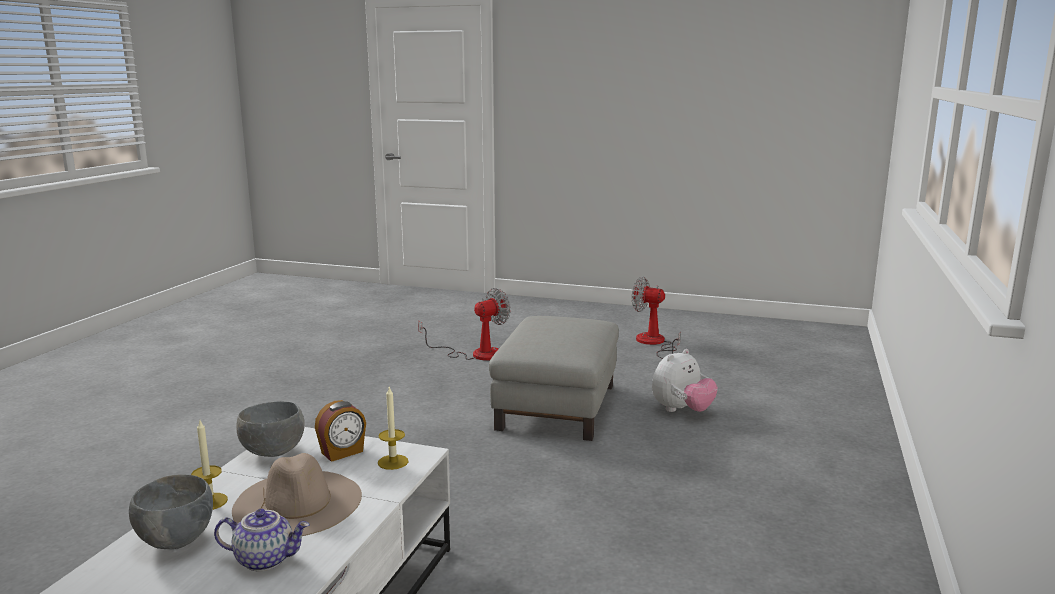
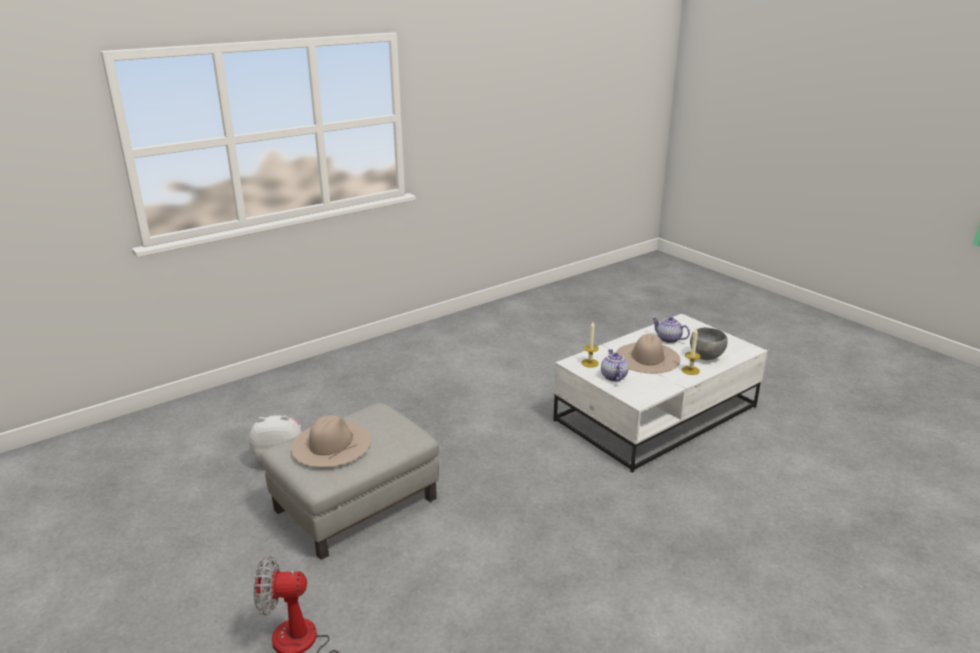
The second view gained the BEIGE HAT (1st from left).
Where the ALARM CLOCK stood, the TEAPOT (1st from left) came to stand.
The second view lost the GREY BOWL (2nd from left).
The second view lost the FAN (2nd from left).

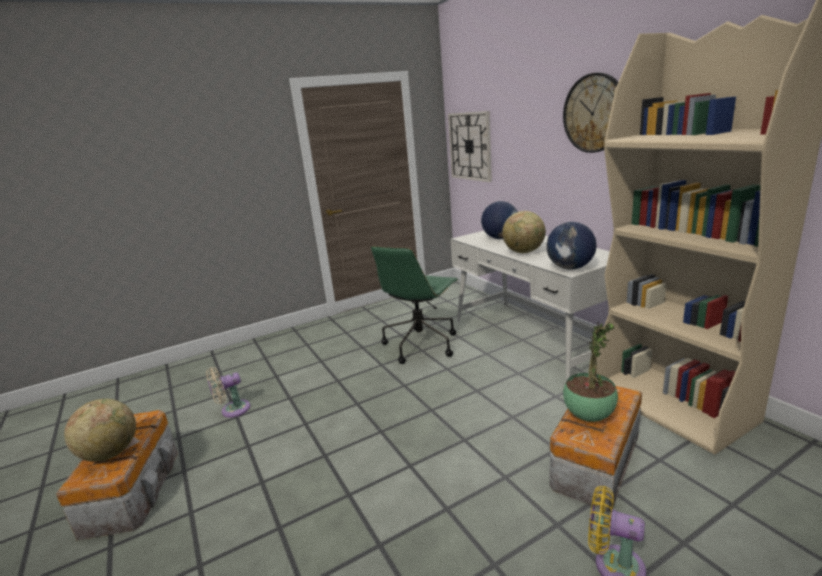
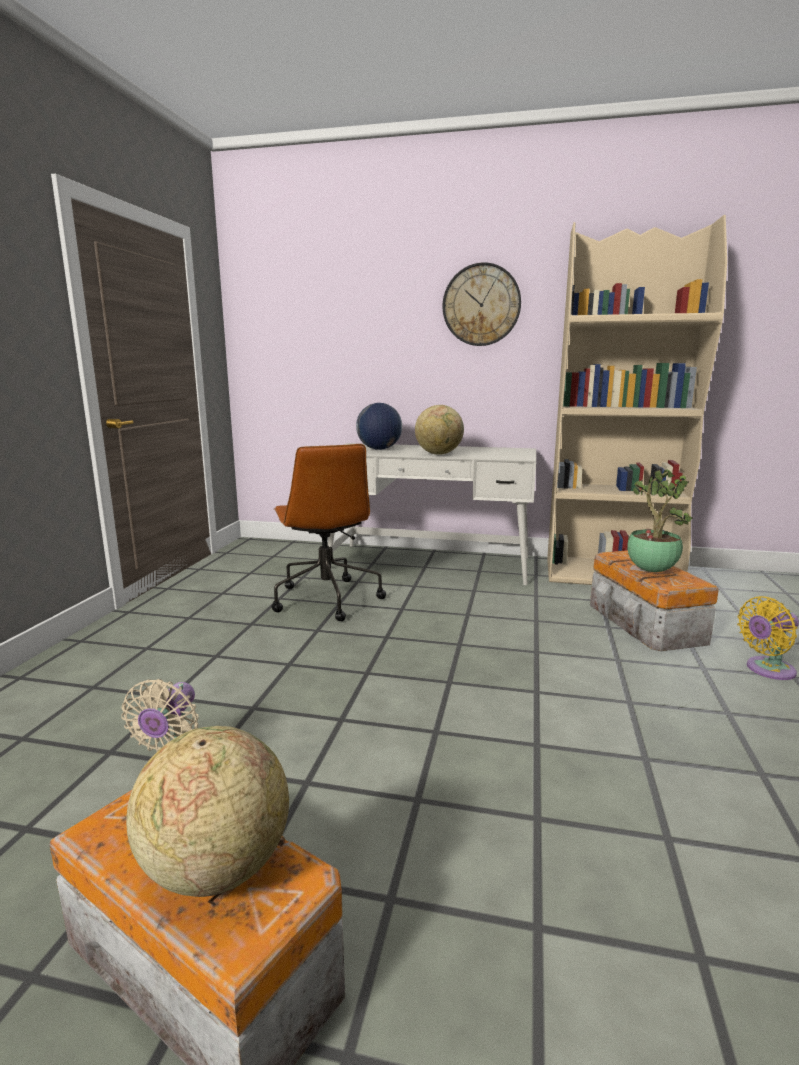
What was the GREEN OFFICE CHAIR turned into the BROWN OFFICE CHAIR.
The second view lost the WALL CLOCK (1st from left).
The second view lost the GLOBE (4th from left).

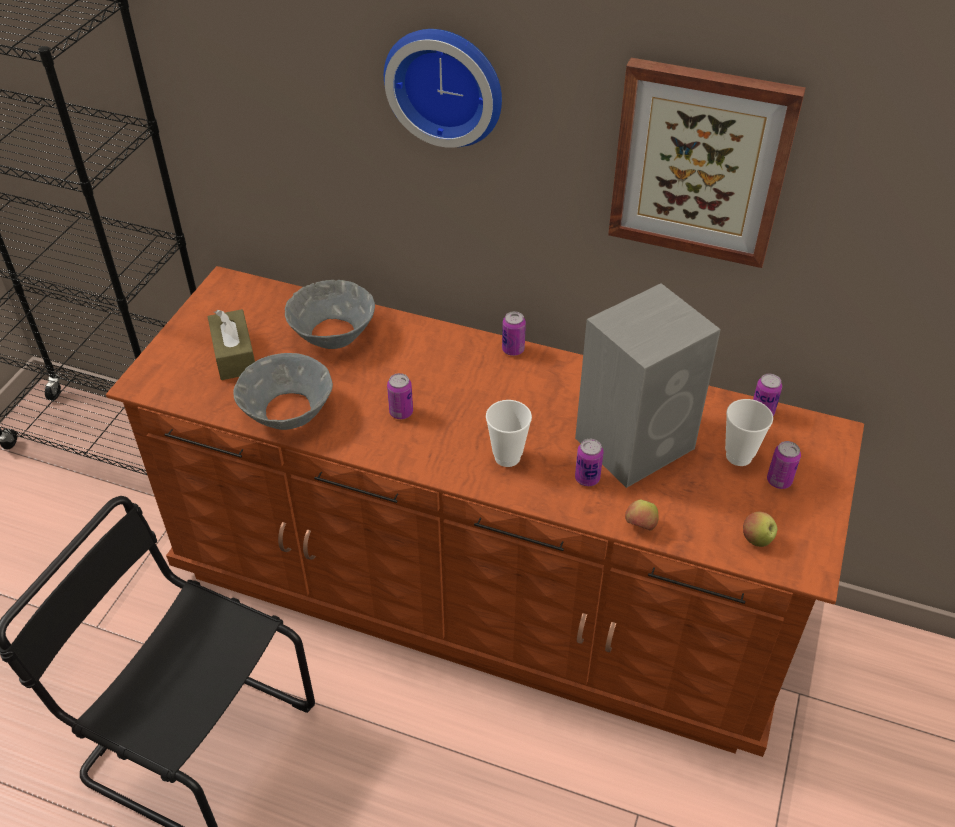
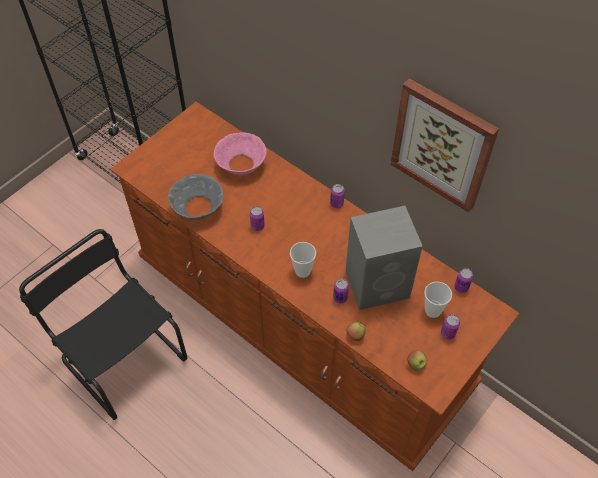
What was the GREY BOWL (2nd from left) turned into the PINK BOWL.
The second view lost the BROWN TISSUE BOX.
The second view lost the WALL CLOCK.

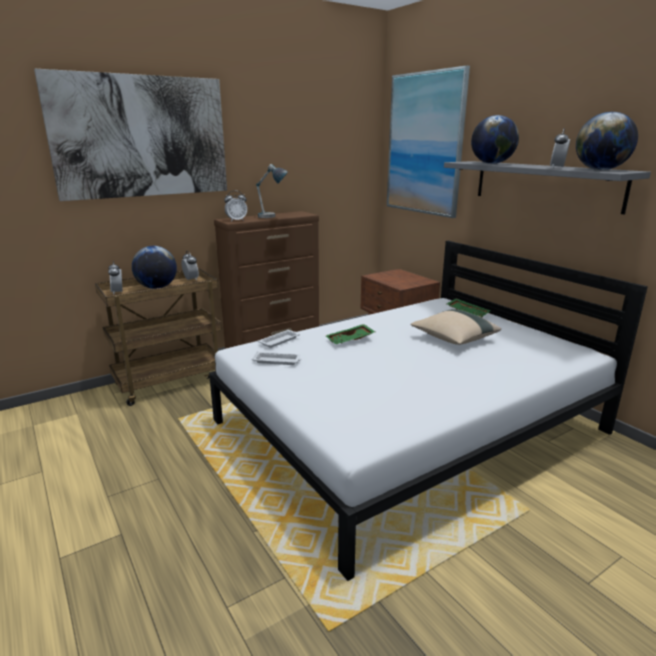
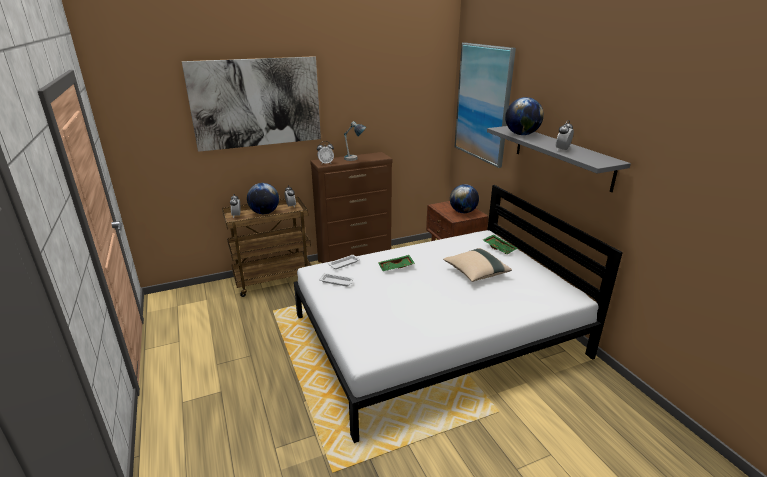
The GLOBE (3rd from left in the first image) ended up elsewhere.

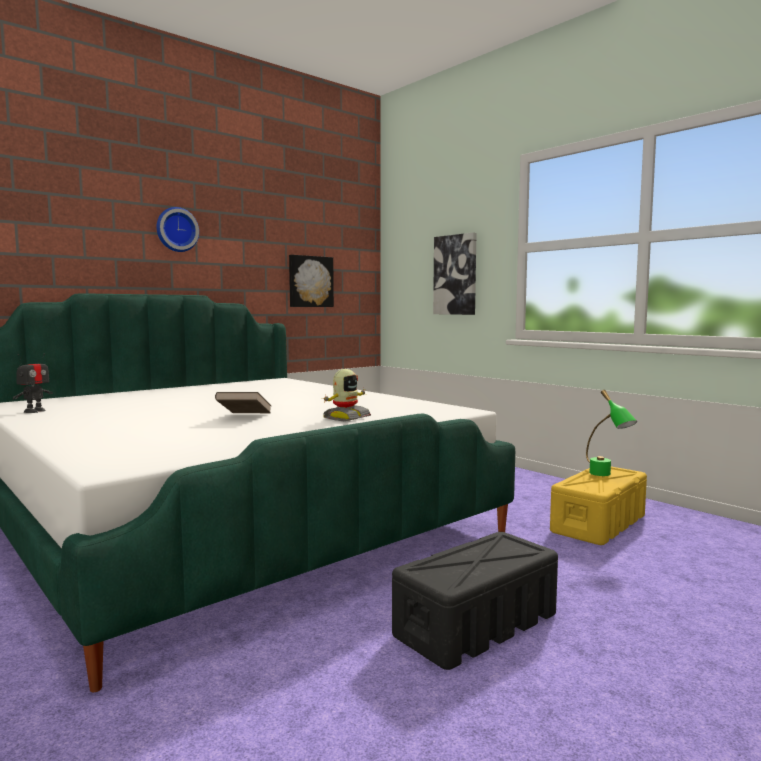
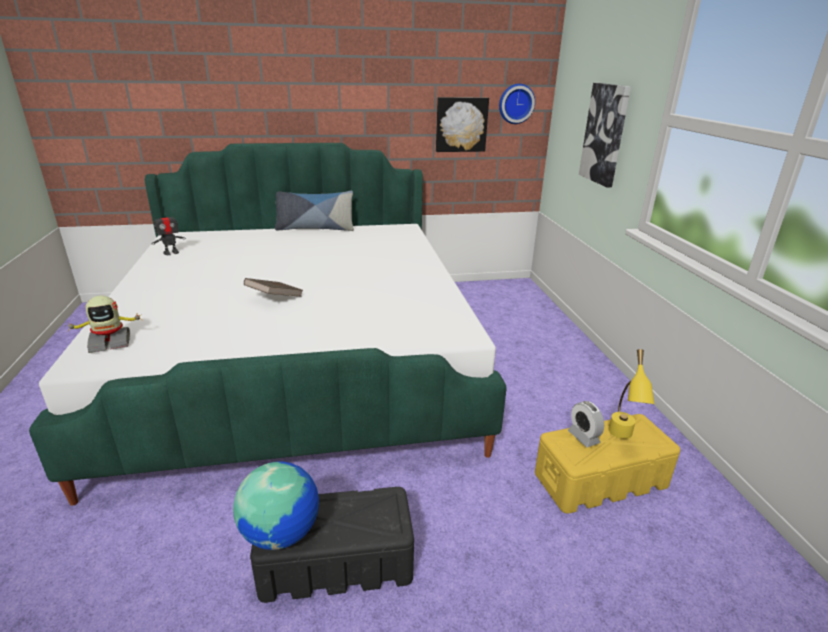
The TOY ROBOT (2nd from left in the first image) ended up elsewhere.
The second view gained the GLOBE.
The second view gained the PILLOW.
The WALL CLOCK ended up elsewhere.
The second view gained the ALARM CLOCK.
What was the GREEN TABLE LAMP turned into the YELLOW TABLE LAMP.

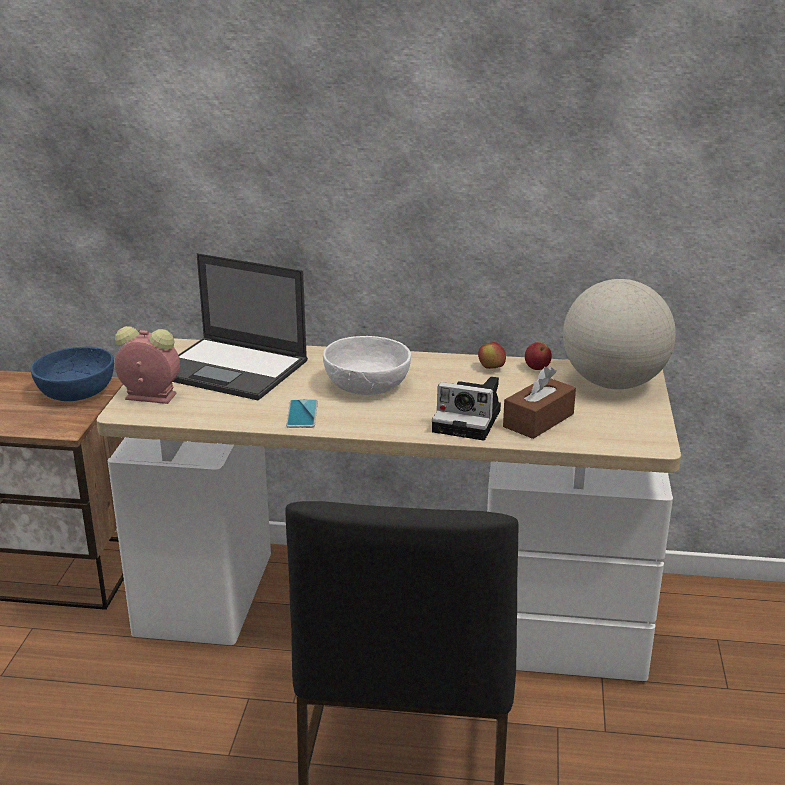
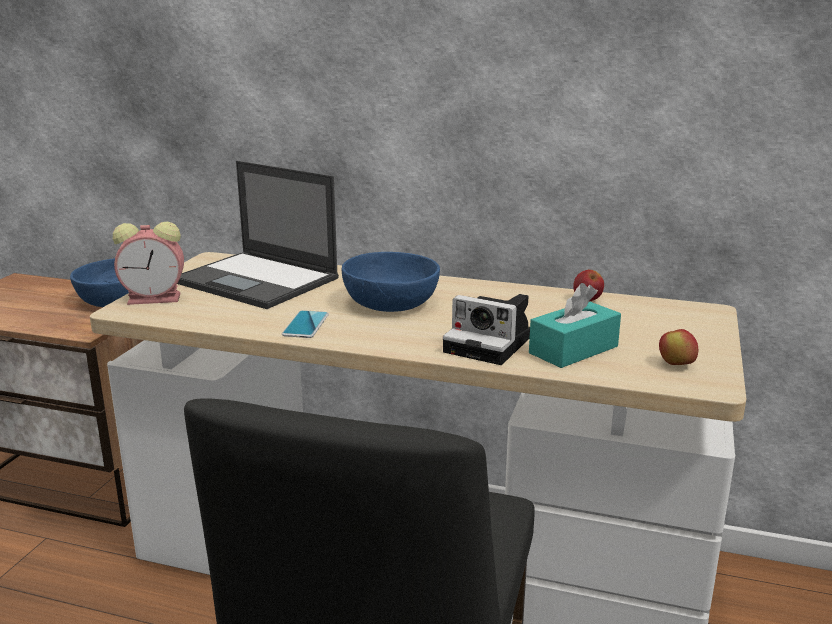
The ALARM CLOCK ended up facing another way, 150 degrees clockwise from before.
What was the WHITE BOWL turned into the BLUE BOWL (2nd from left).
What was the BROWN TISSUE BOX turned into the TURQUOISE TISSUE BOX.
The APPLE (1st from left in the first image) ended up elsewhere.
The second view lost the GLOBE.

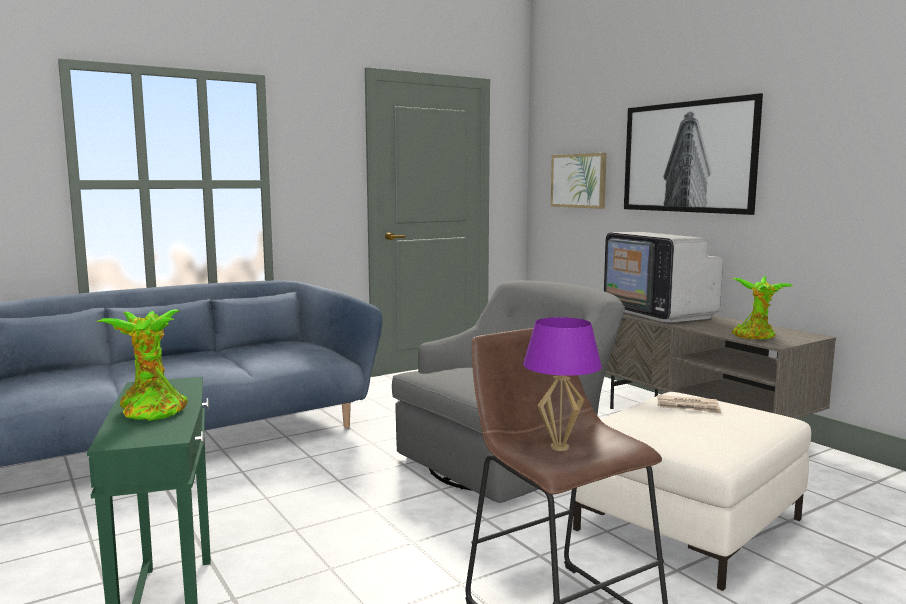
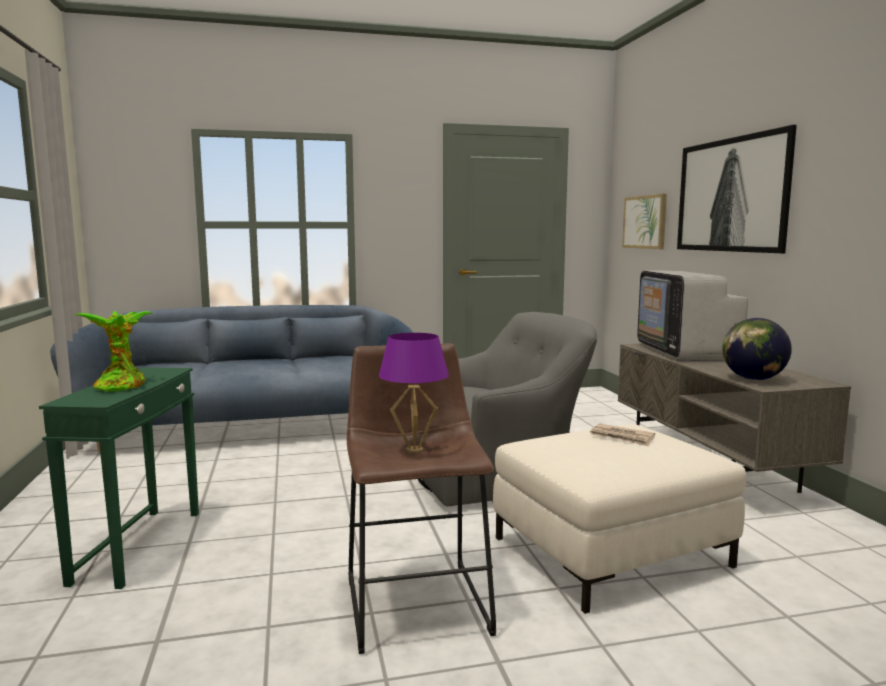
Where the POTTED PLANT (2nd from left) stood, the GLOBE came to stand.

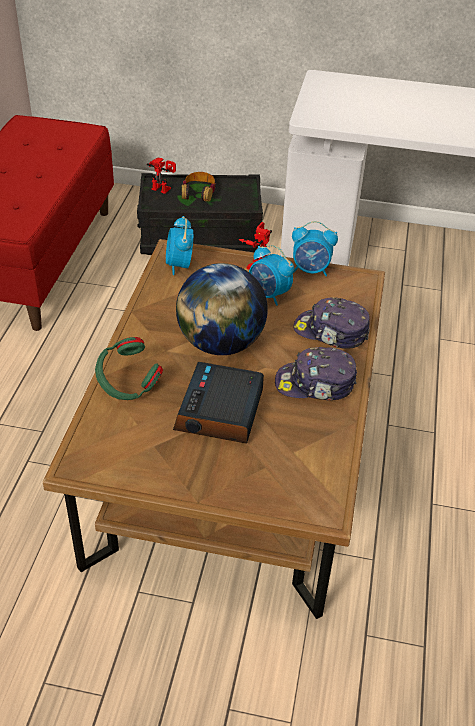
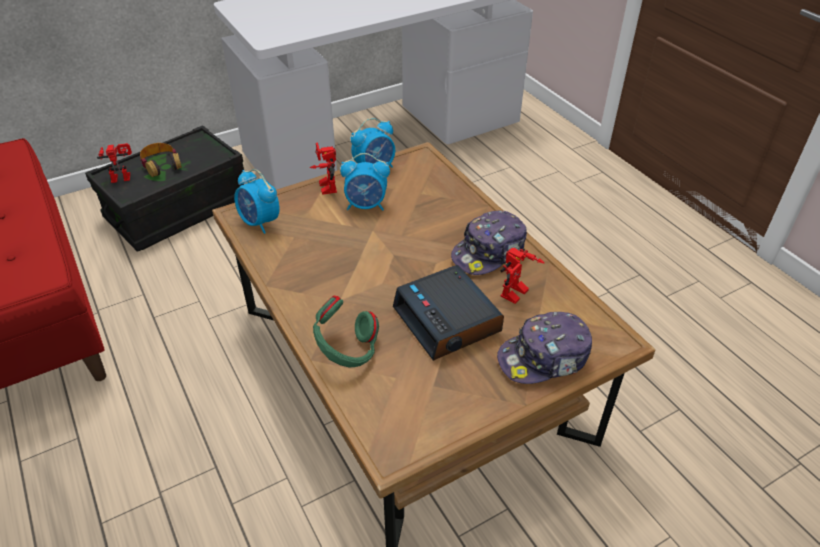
The CAP (2nd from left) ended up elsewhere.
The second view gained the TOY ROBOT (3rd from left).
The second view lost the GLOBE.

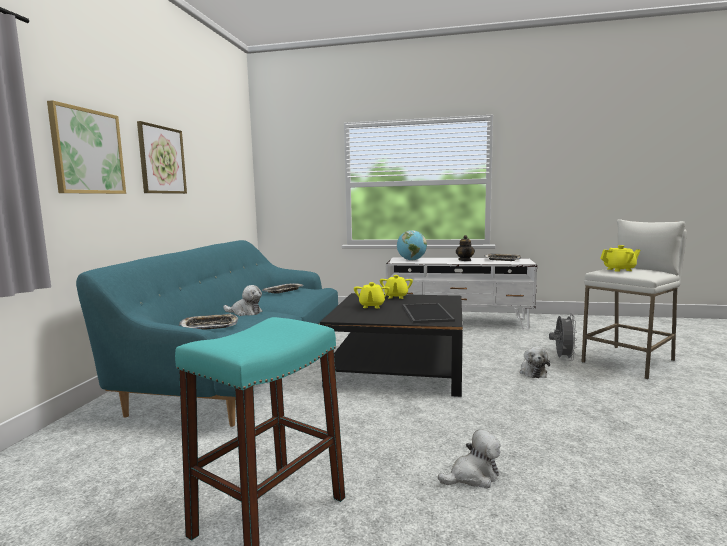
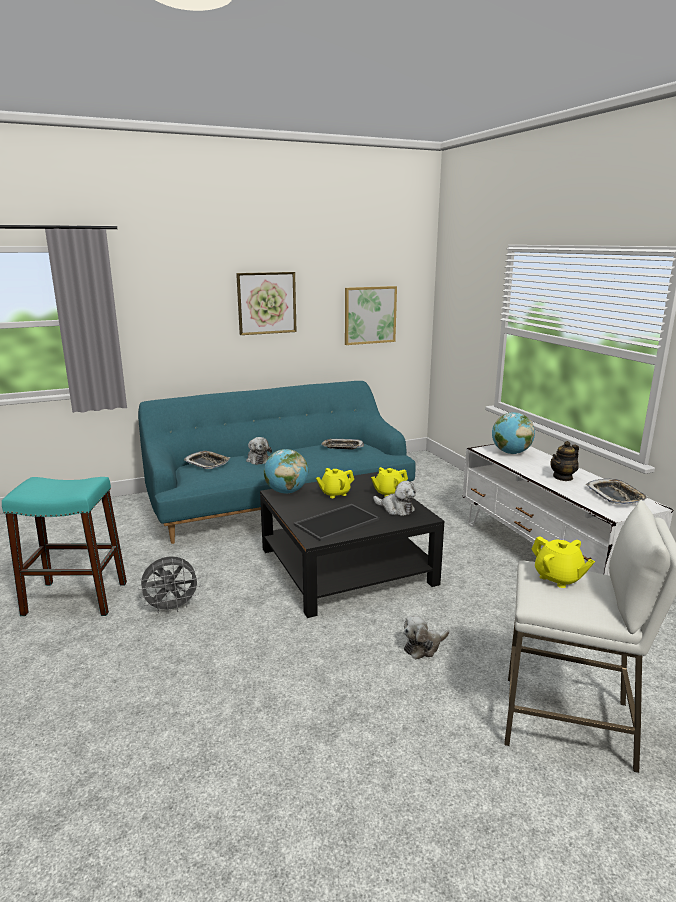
The GREY FAN ended up elsewhere.
The second view gained the GLOBE (1st from left).
The PICTURE (1st from left in the first image) ended up elsewhere.
The PLUSH TOY (2nd from left) ended up elsewhere.

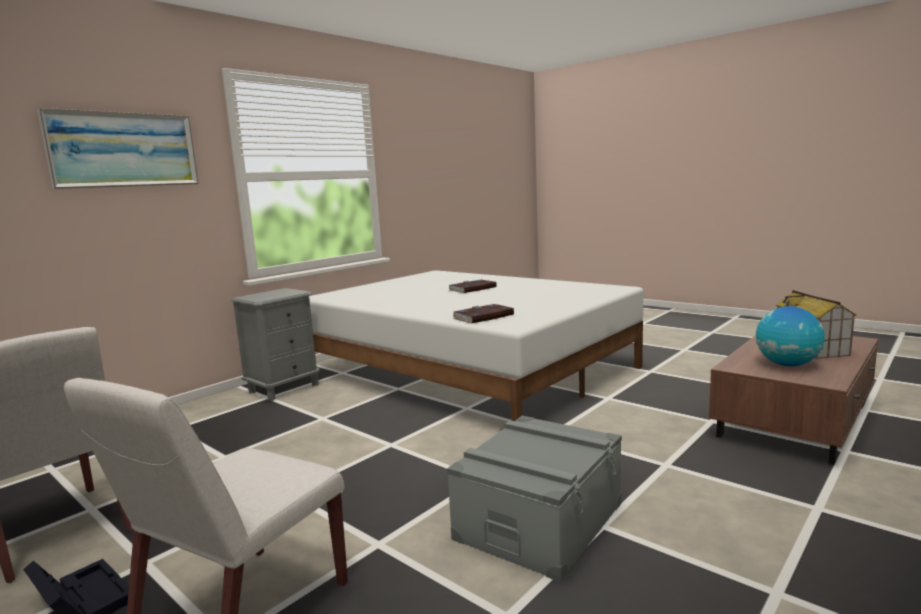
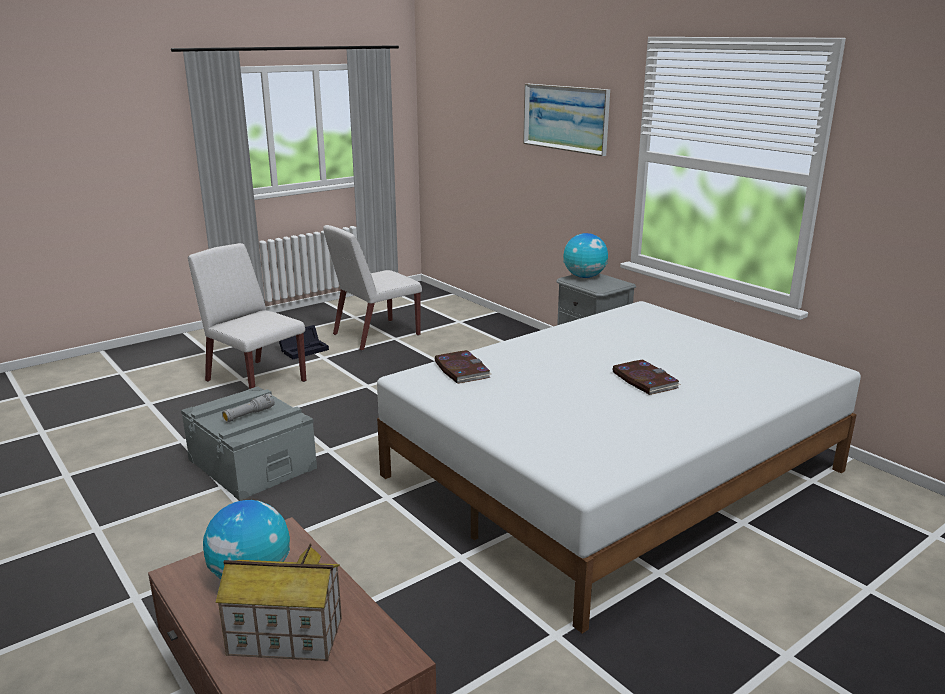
The second view gained the GREY FLASHLIGHT.
The second view gained the GLOBE (2nd from left).

